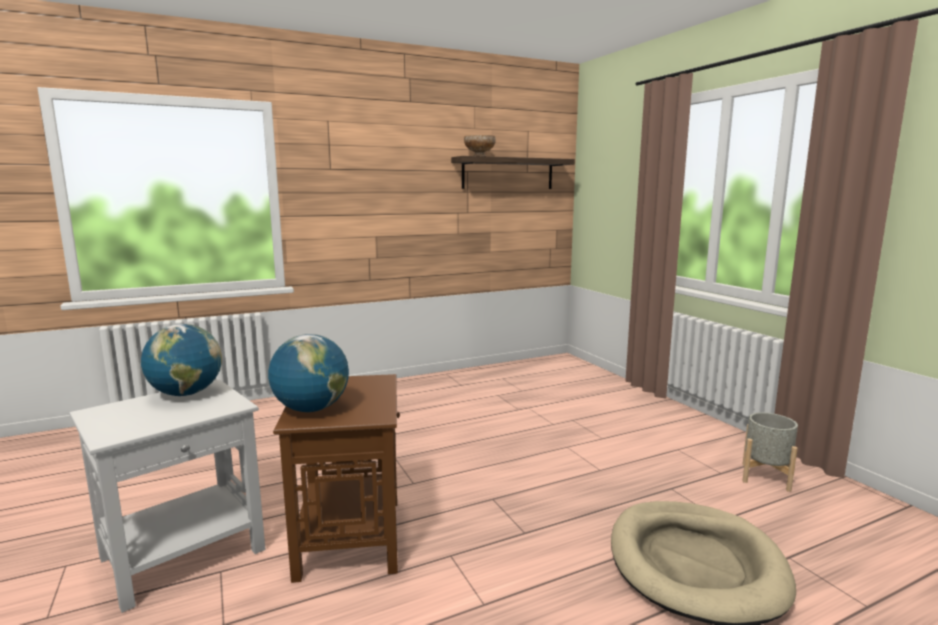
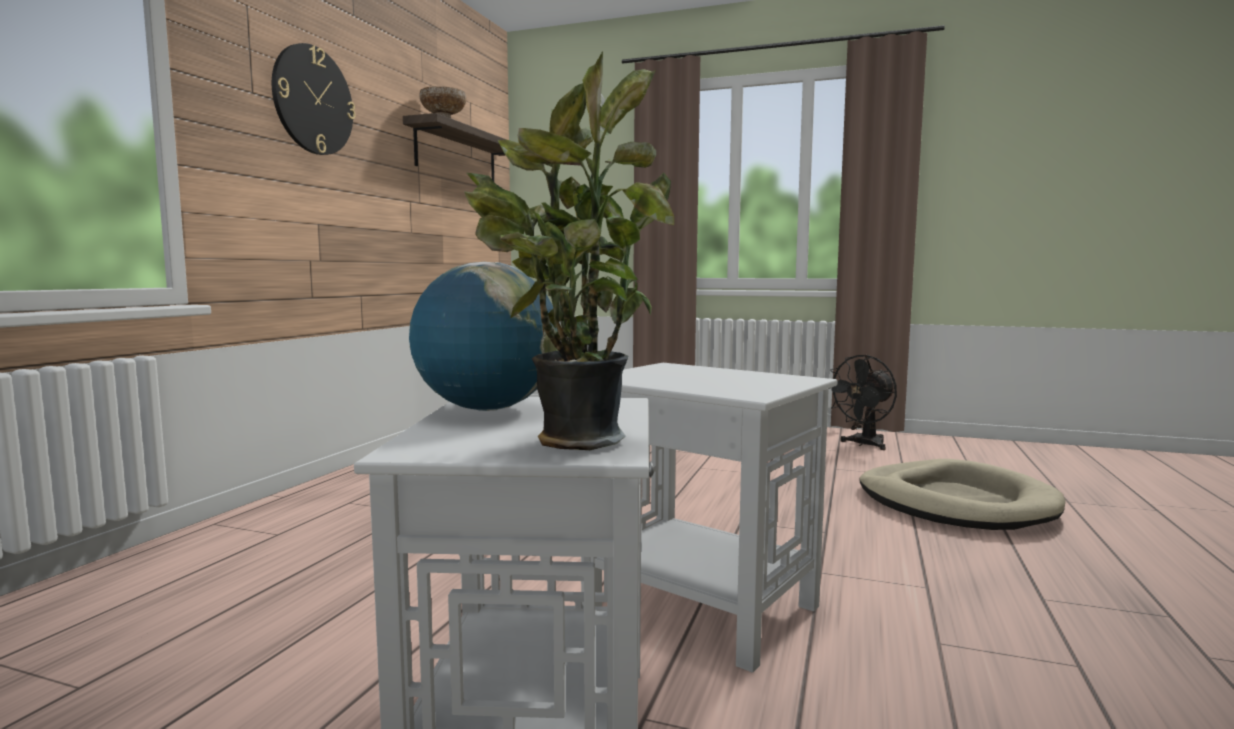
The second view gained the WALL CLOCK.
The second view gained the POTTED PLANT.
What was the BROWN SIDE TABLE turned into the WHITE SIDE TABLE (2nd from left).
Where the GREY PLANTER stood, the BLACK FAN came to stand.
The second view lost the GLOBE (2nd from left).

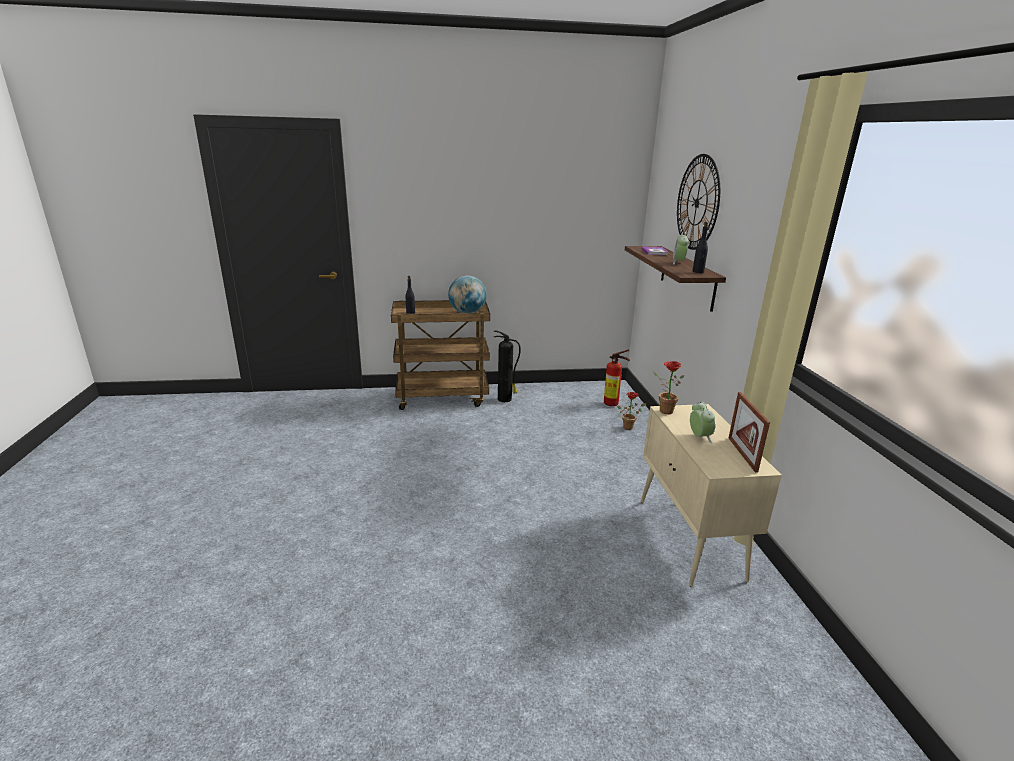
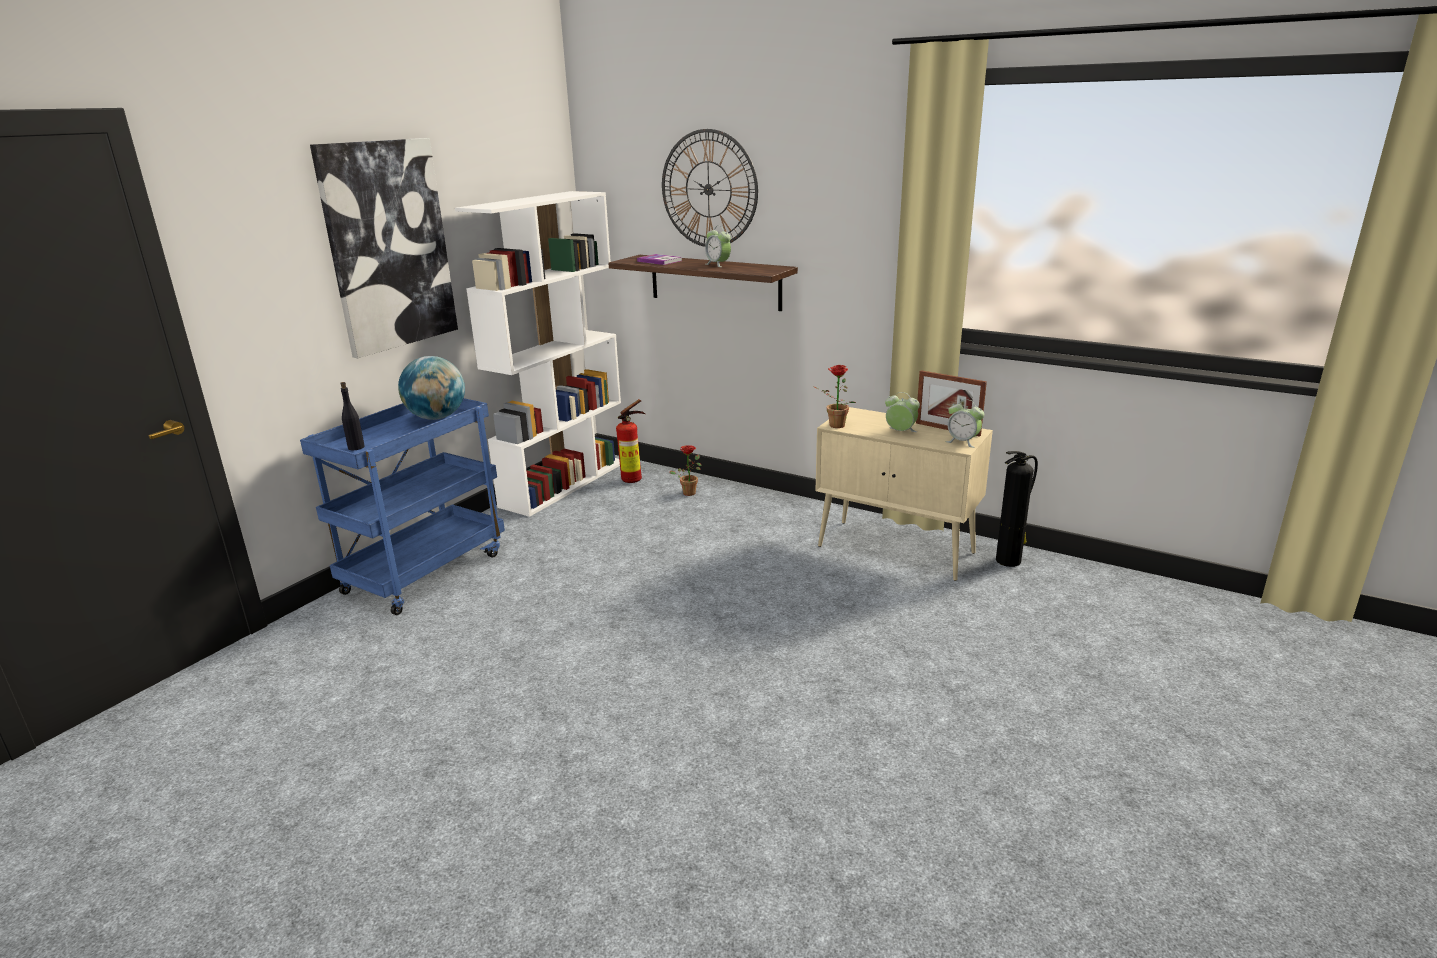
What was the BROWN CART turned into the BLUE CART.
The second view gained the PICTURE.
The second view gained the WHITE BOOKCASE.
The second view gained the ALARM CLOCK (3rd from left).
The FIRE EXTINGUISHER (1st from left in the first image) ended up elsewhere.
The second view lost the BLACK BOTTLE (2nd from left).

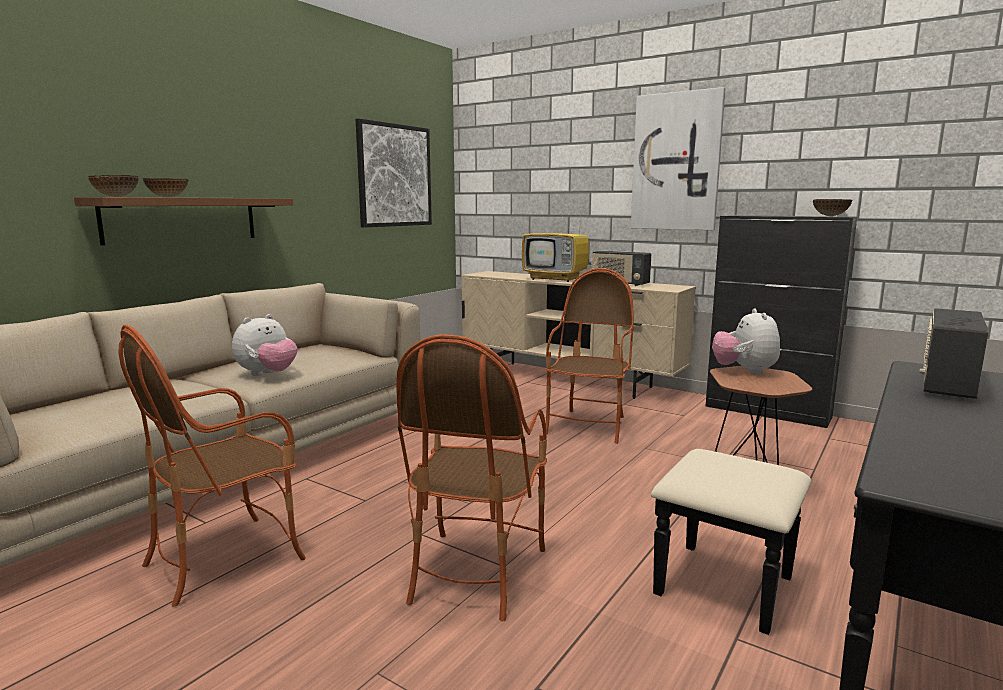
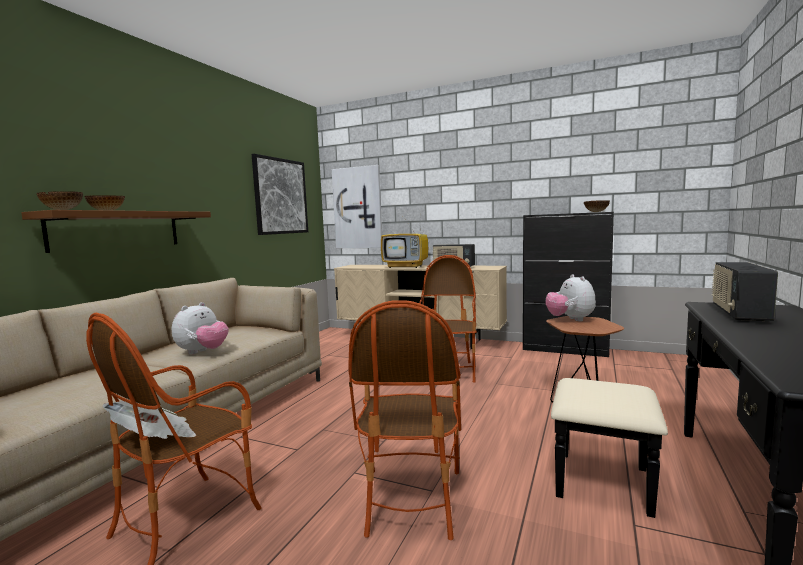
The second view gained the NEWSPAPER.
The PICTURE (2nd from left) ended up elsewhere.

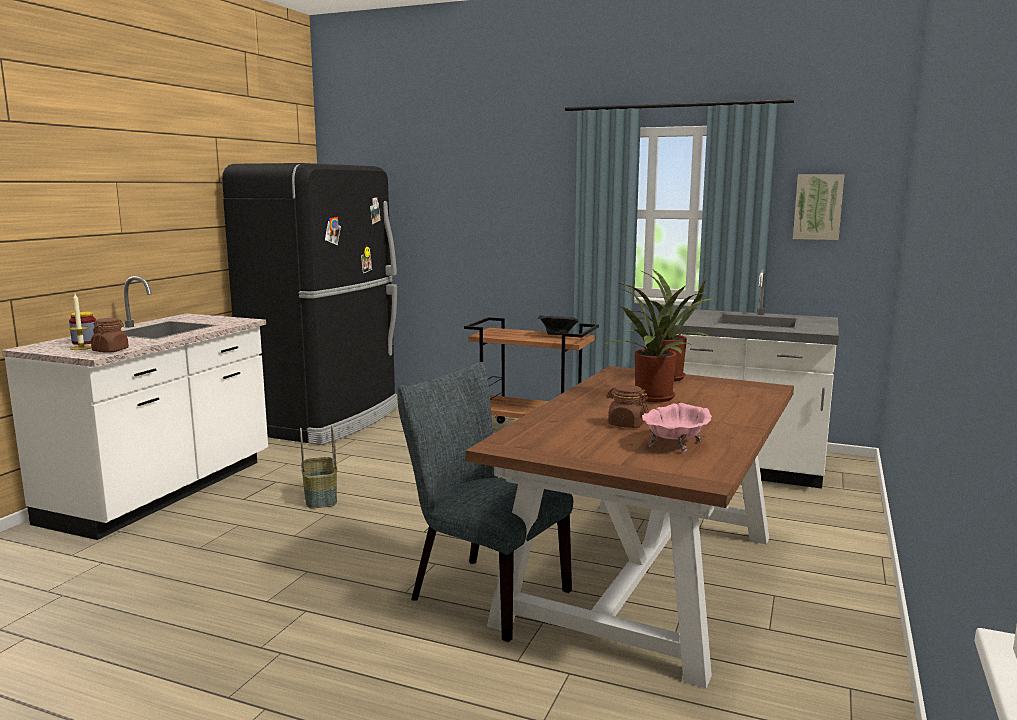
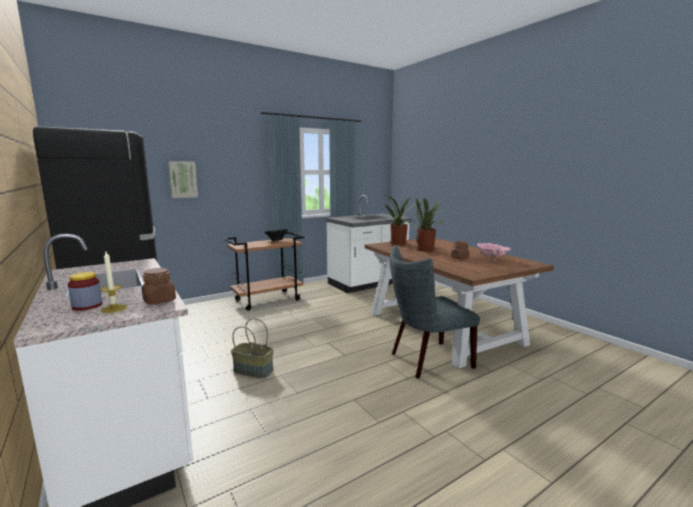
The PICTURE ended up elsewhere.

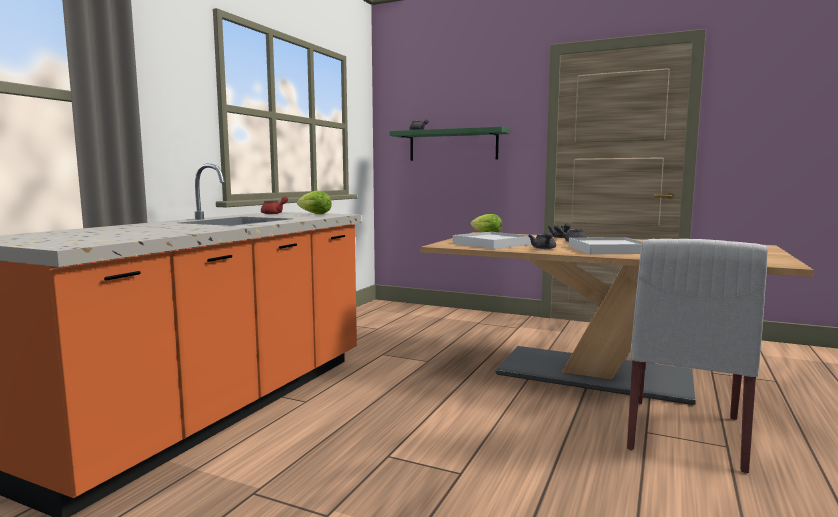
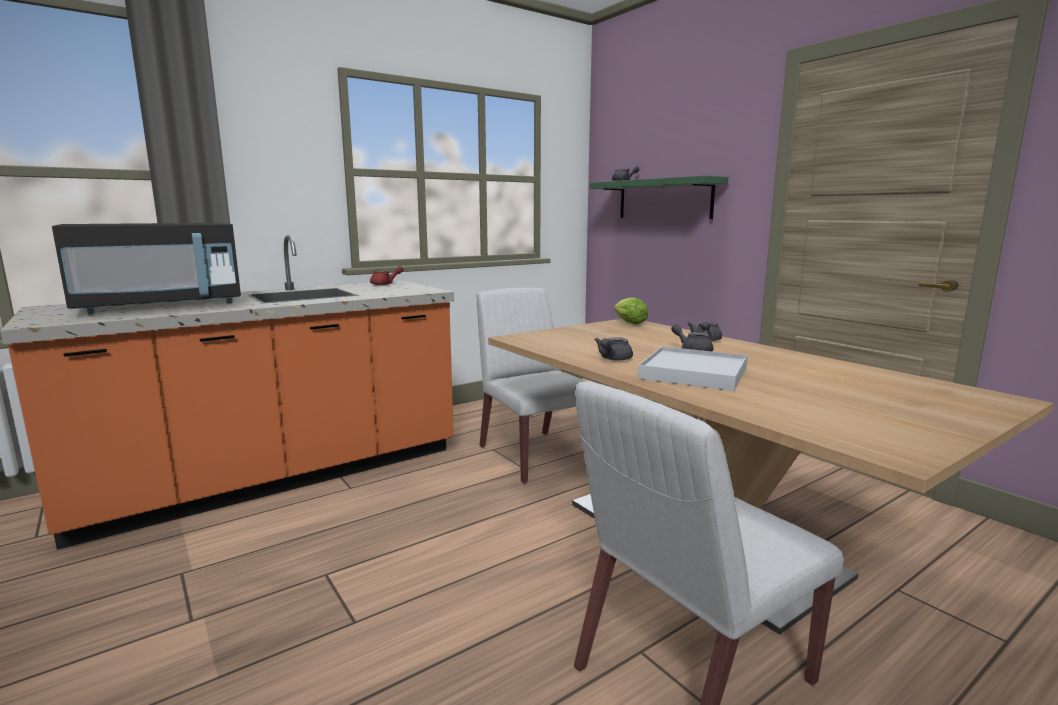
The second view gained the BLACK MICROWAVE.
The second view gained the WHITE CHAIR (1st from left).
The second view lost the LETTUCE (1st from left).
The second view lost the WHITE TRAY (1st from left).

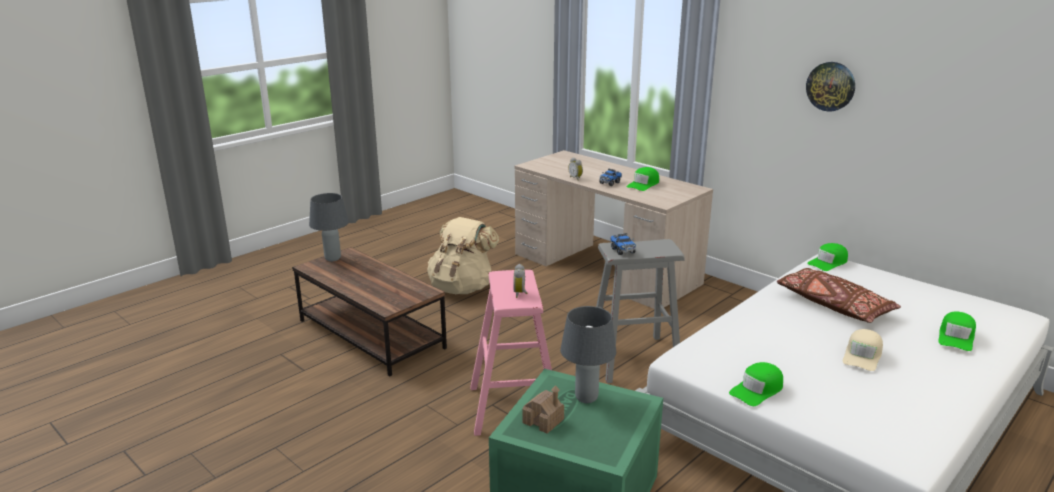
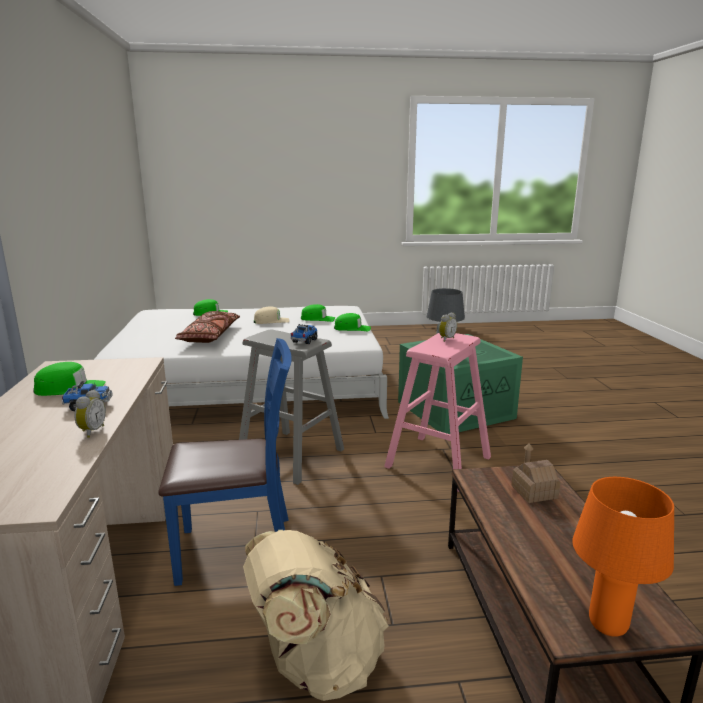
The second view gained the BLUE CHAIR.
The GREEN CAP (3rd from left) ended up elsewhere.
The TOY HOUSE ended up elsewhere.
What was the GREY TABLE LAMP (1st from left) turned into the ORANGE TABLE LAMP.
The second view lost the WALL CLOCK.

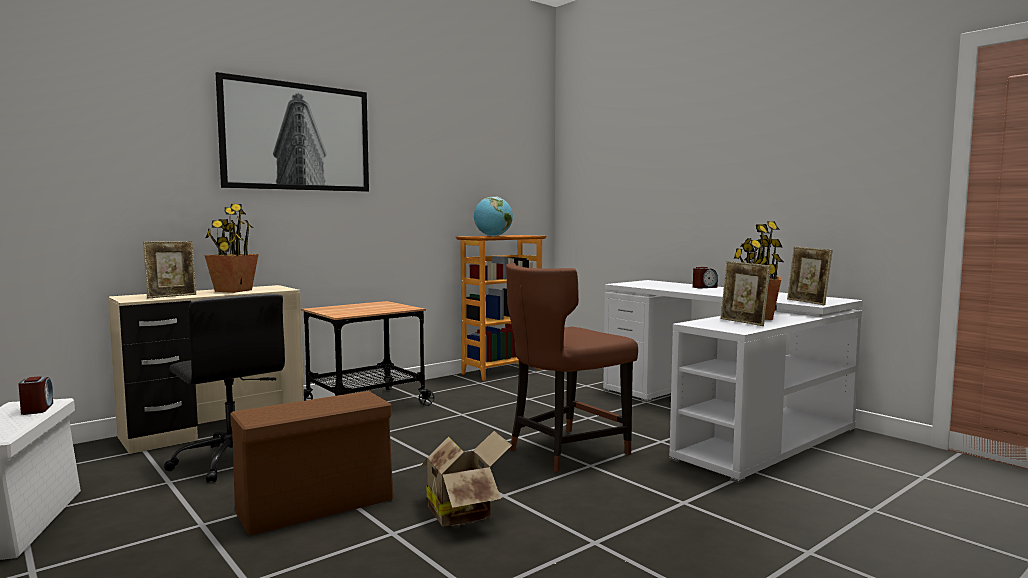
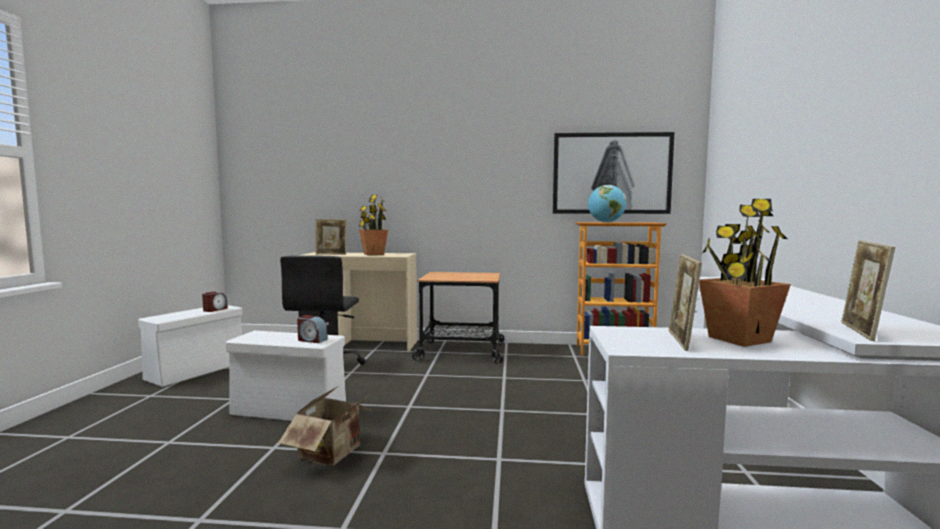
What was the BROWN STORAGE BOX turned into the WHITE STORAGE BOX (2nd from left).
The ALARM CLOCK (2nd from left) ended up elsewhere.
The PICTURE ended up elsewhere.
The second view lost the BROWN CHAIR.

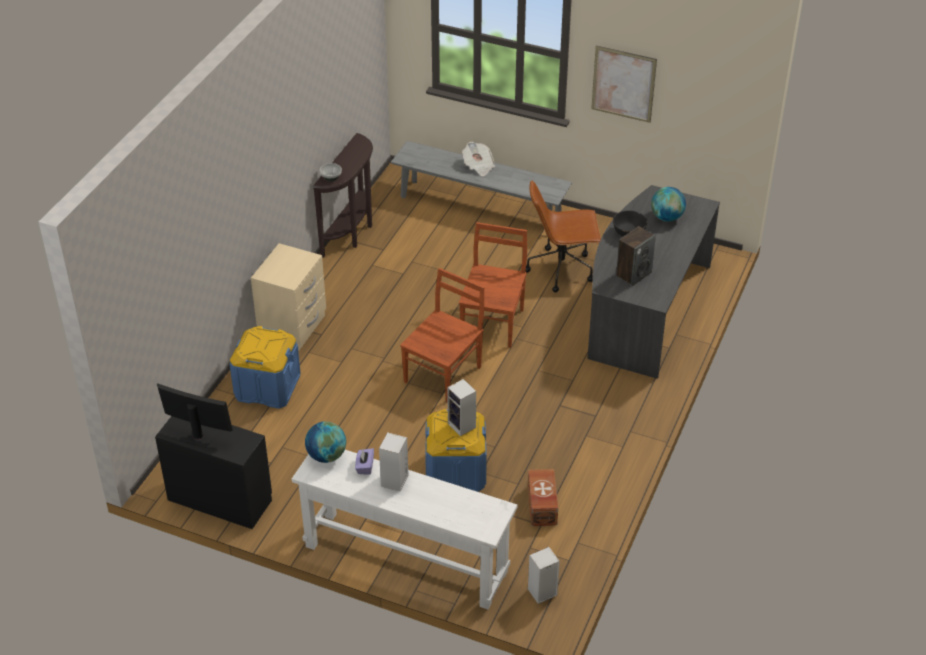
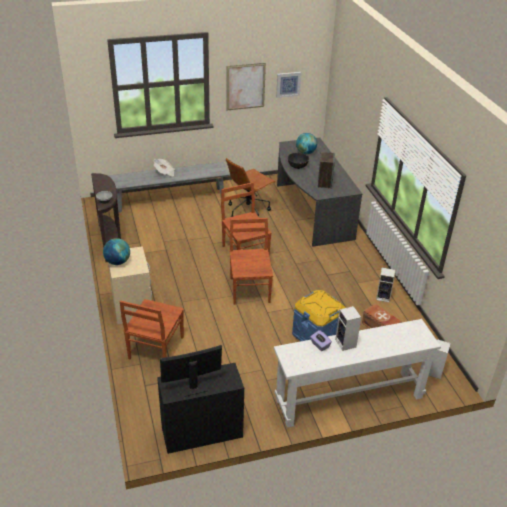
The GLOBE (1st from left) ended up elsewhere.
Where the BLUE STORAGE BOX (1st from left) stood, the BROWN CHAIR (1st from left) came to stand.
The second view gained the PICTURE (2nd from left).
The SPEAKER (2nd from left in the first image) ended up elsewhere.

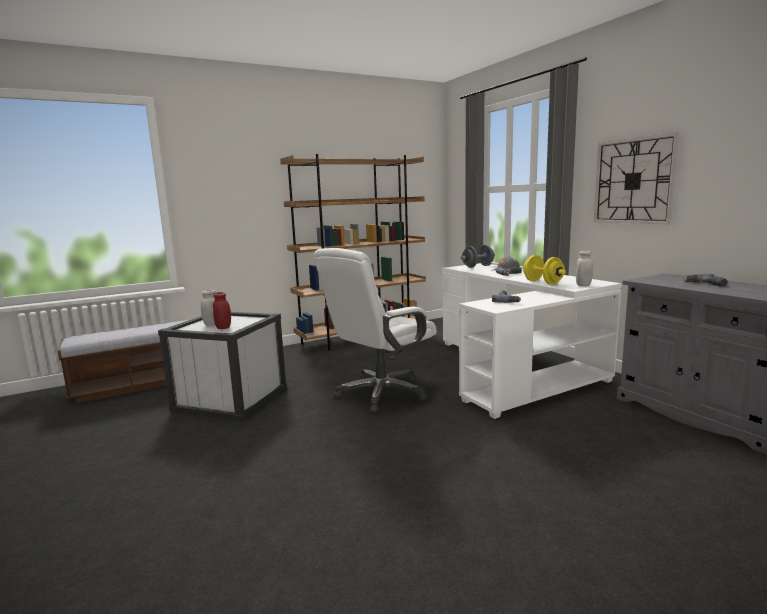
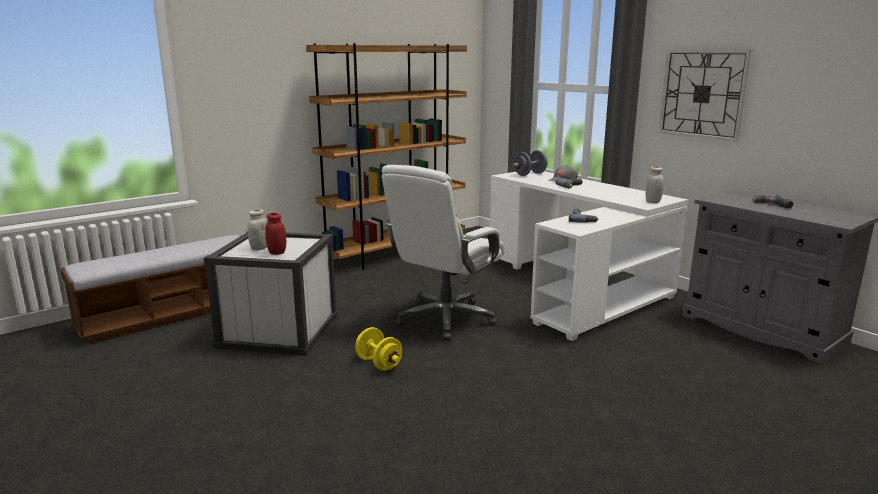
The YELLOW DUMBBELL ended up elsewhere.

